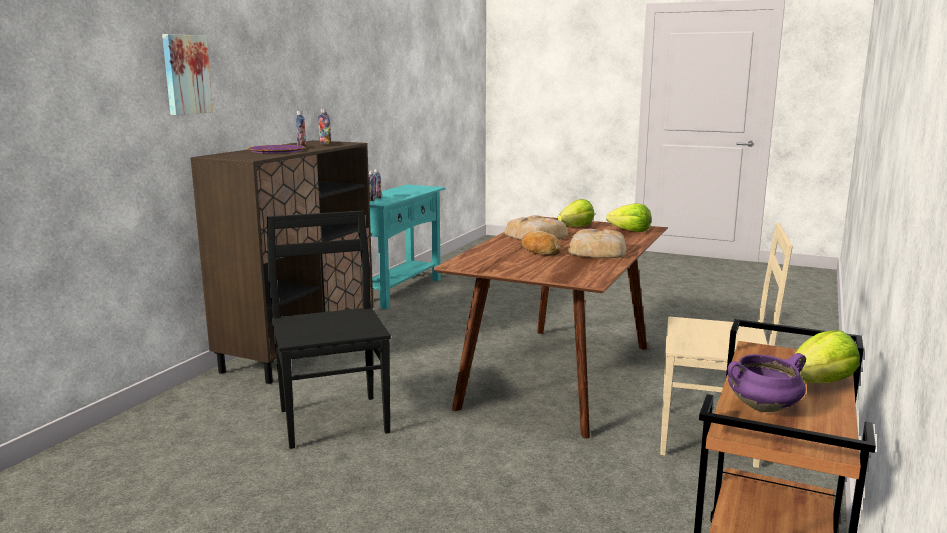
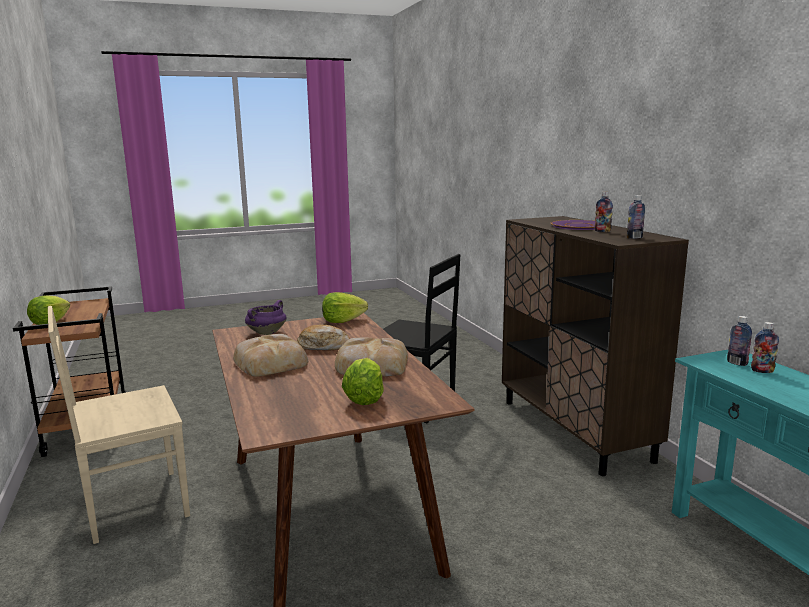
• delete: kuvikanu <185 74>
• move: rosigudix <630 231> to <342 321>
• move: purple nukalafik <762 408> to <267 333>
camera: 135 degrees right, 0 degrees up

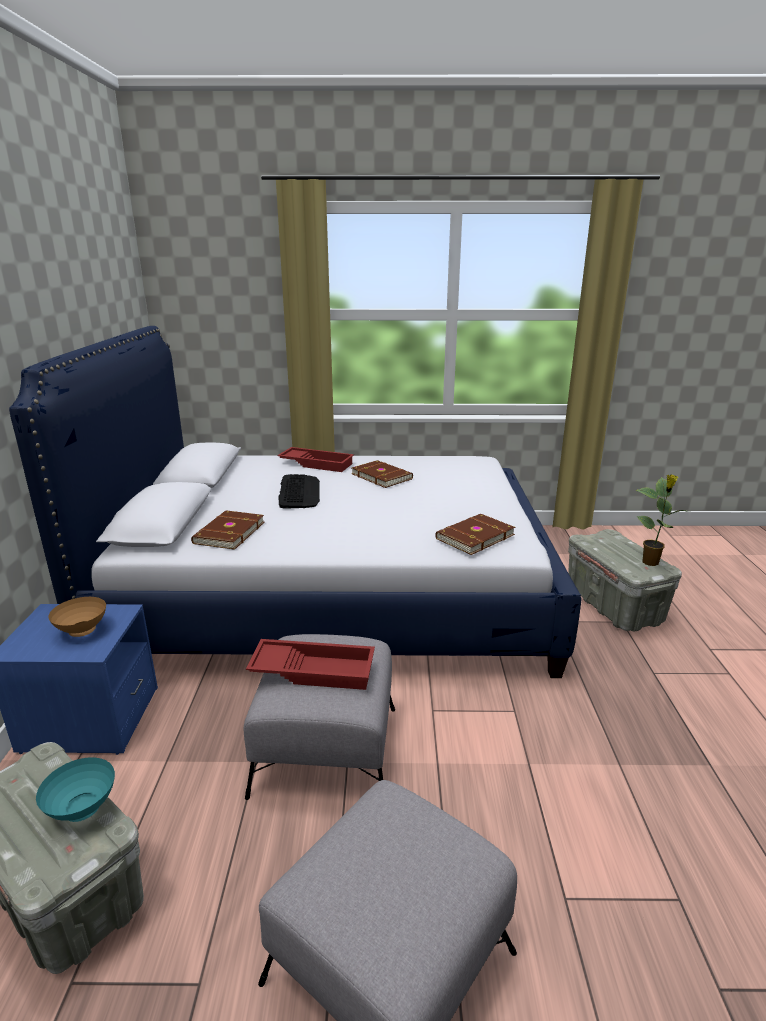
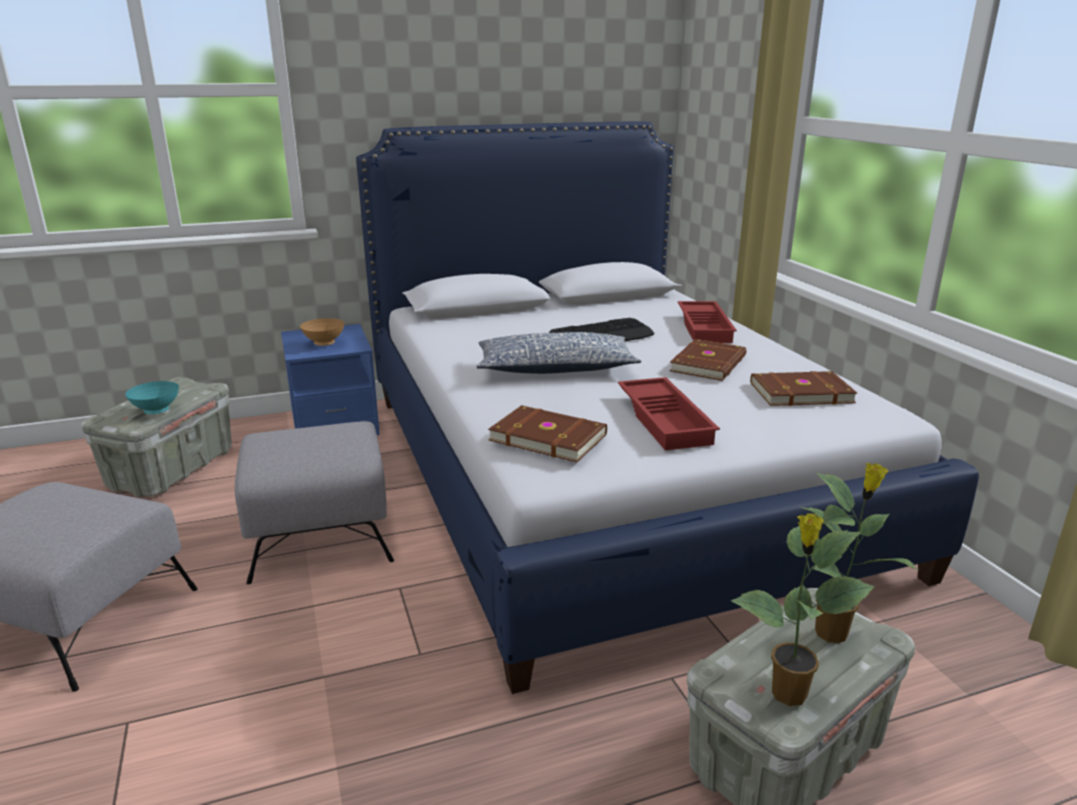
• insert: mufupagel <555 368>
• insert: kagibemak <833 633>
• move: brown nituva <228 533> to <799 392>
• move: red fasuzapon <314 669> to <666 420>
camera: 70 degrees right, 0 degrees up

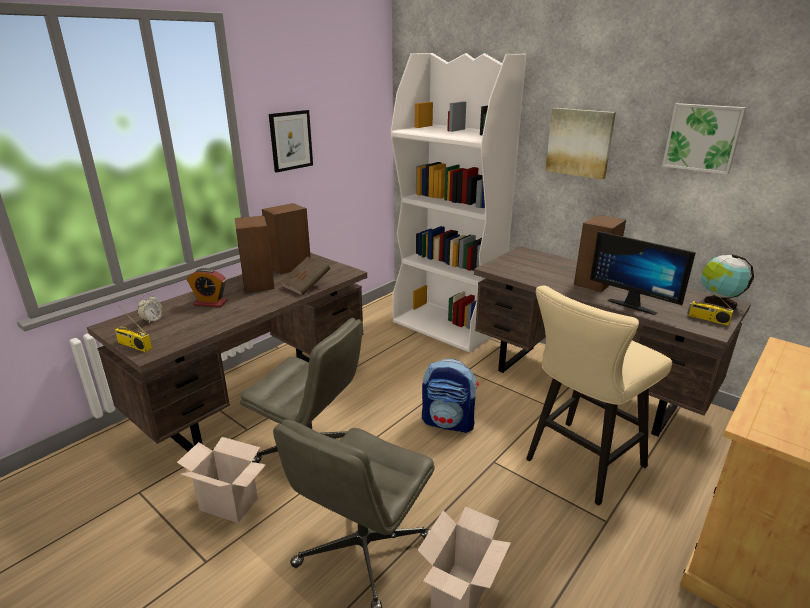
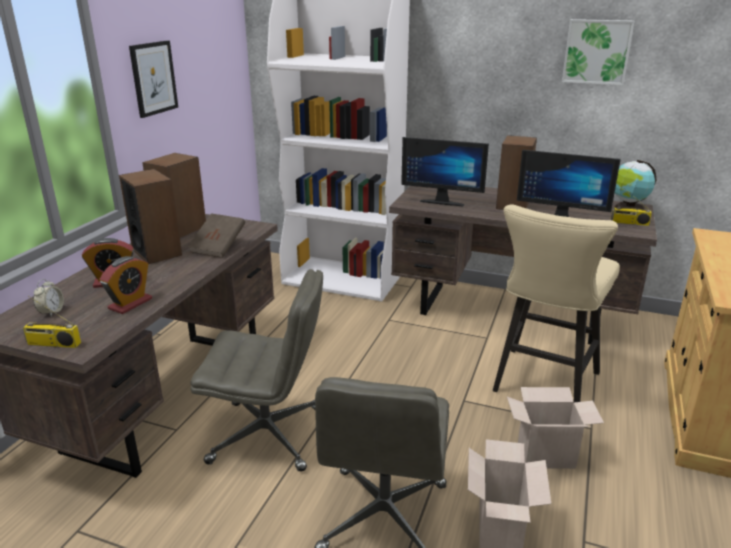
• delete: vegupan <449 422>
• delete: kuvikanu <579 142>
• insert: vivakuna <130 304>
• insert: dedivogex <442 201>
• move: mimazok <231 504> to <547 454>
camera: 20 degrees left, 0 degrees up

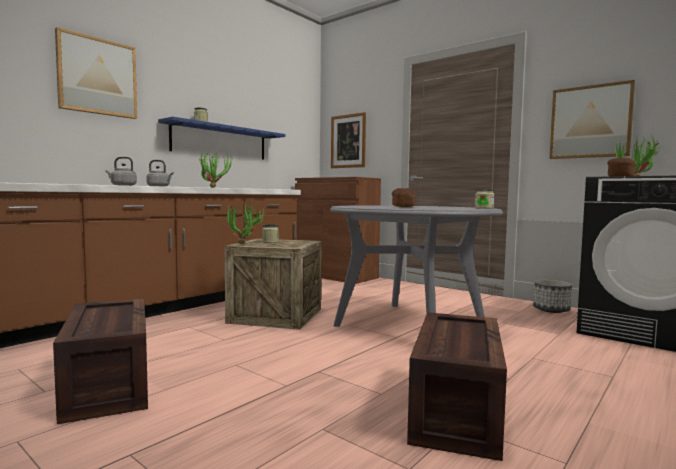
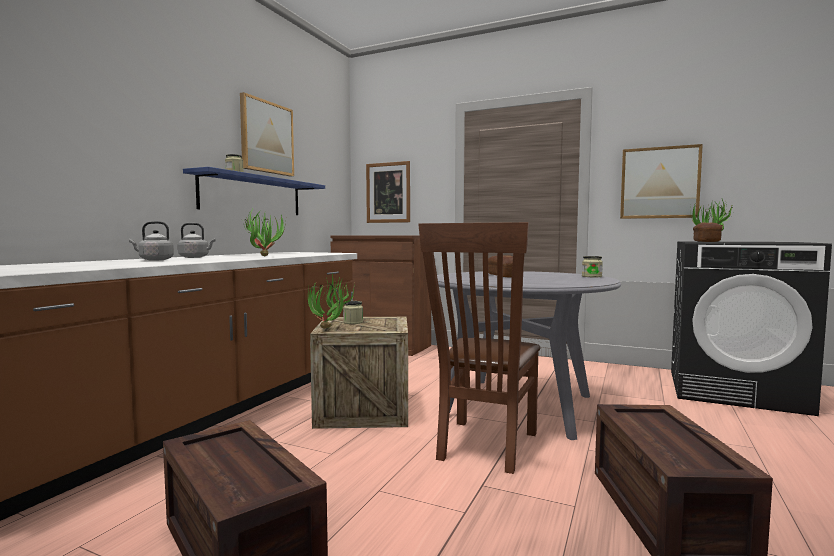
• delete: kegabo <551 310>
• insert: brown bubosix <483 448>
• move: kuvikanu <97 76> to <266 137>
camera: 15 degrees left, 0 degrees up

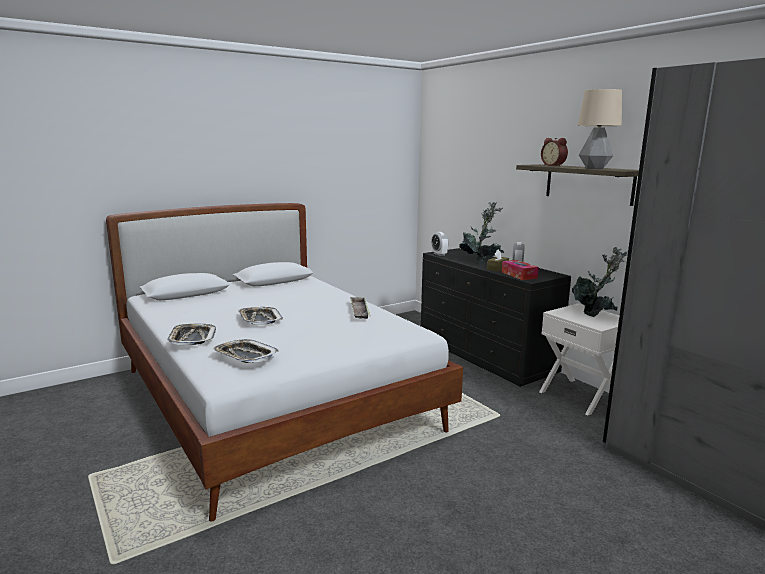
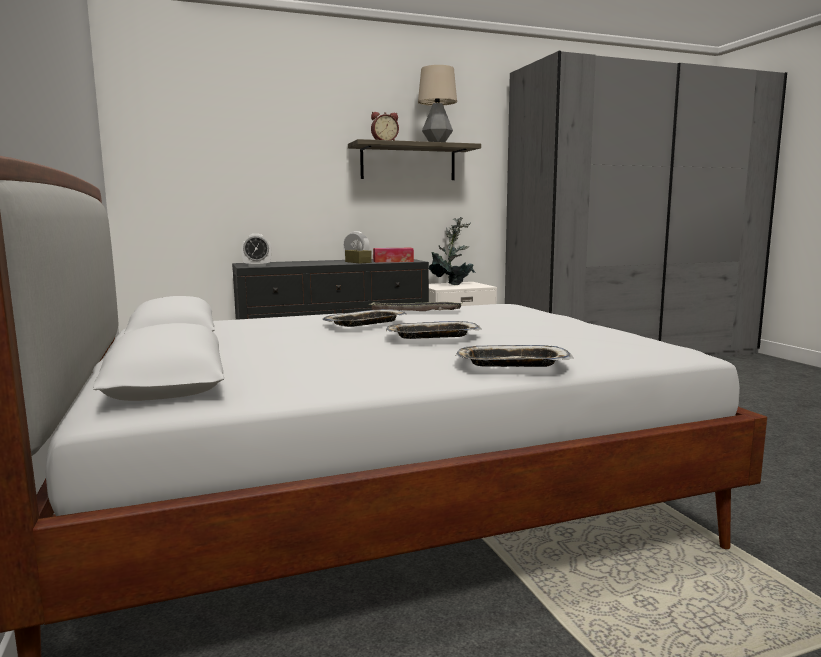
• delete: kagibemak <481 261>
• move: fasuzapon <245 356> to <365 323>
camera: 75 degrees left, 5 degrees down

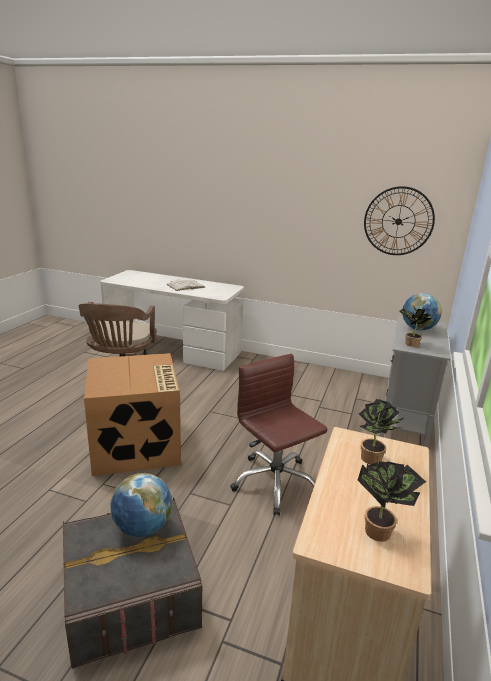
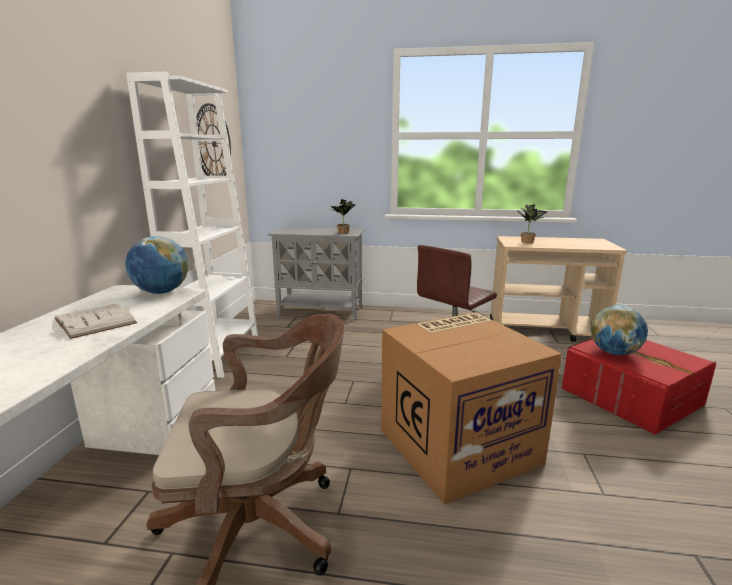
• delete: kagibemak <380 529>
• insert: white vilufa <218 355>
• move: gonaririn <418 329> to <161 292>
• recolor: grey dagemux <131 594> to red dagemux <630 397>
camera: 100 degrees left, 5 degrees down

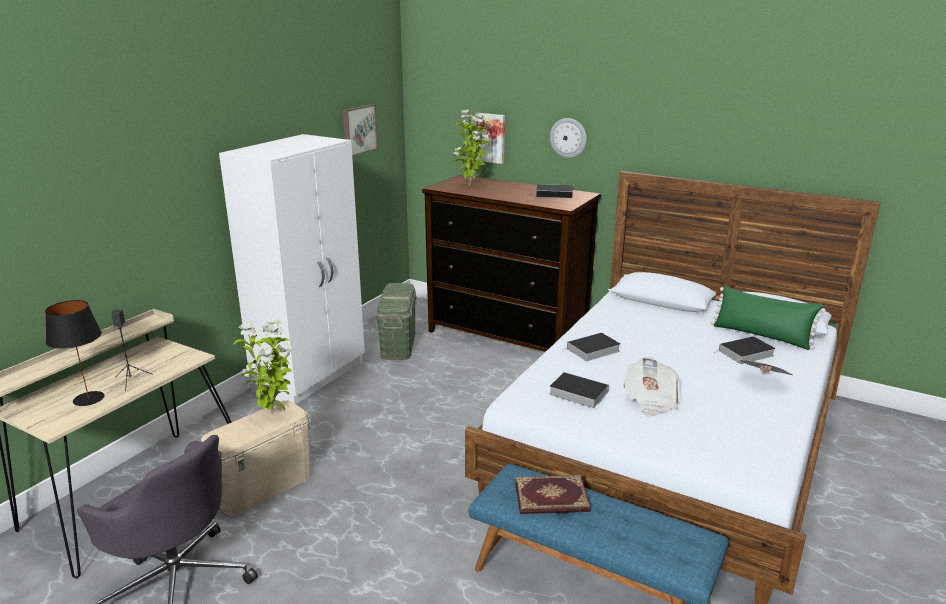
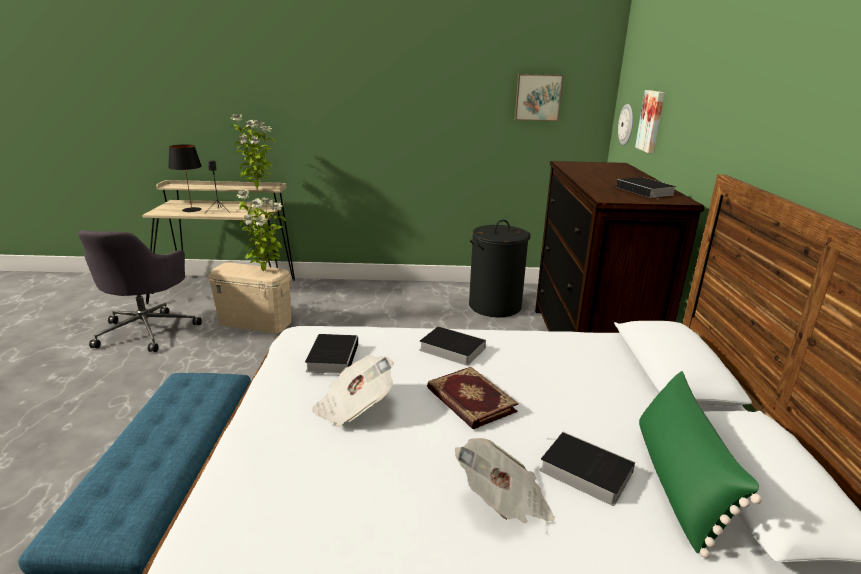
• delete: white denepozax <311 375>
• move: kagibemak <470 186> to <257 189>
• move: nituva <551 498> to <469 400>
• move: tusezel <568 137> to <626 124>
• replace: green dagemux <398 344> to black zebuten <495 306>
camera: 60 degrees right, 0 degrees up

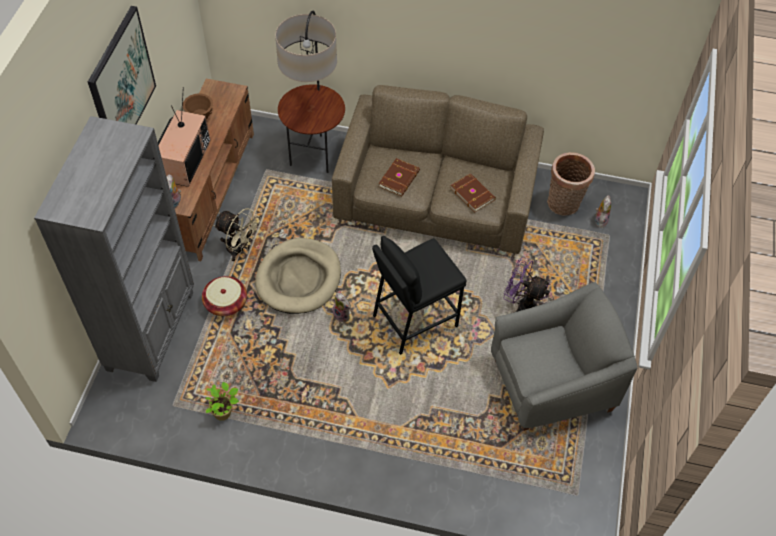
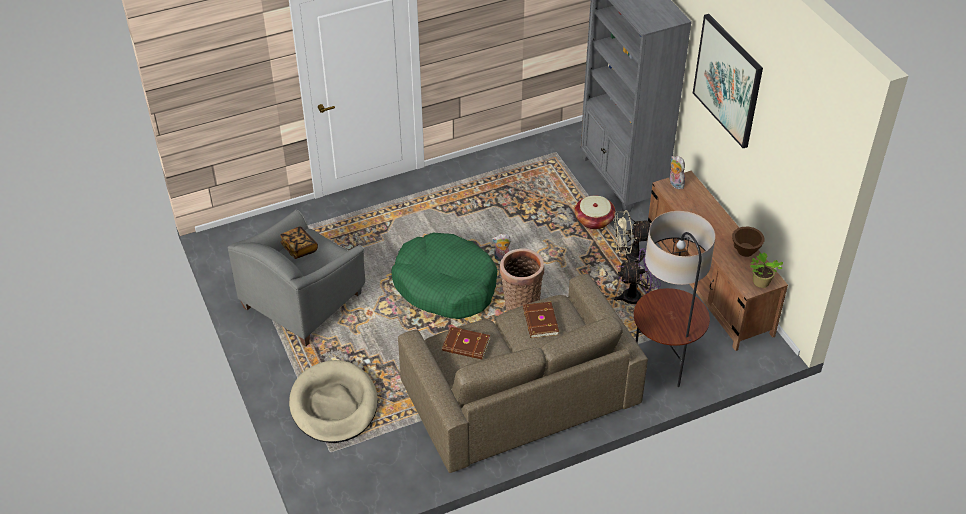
• delete: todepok <184 159>
• delete: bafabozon <600 220>
• insert: nituva <299 248>
• move: kagibemak <224 412> to <760 283>
• move: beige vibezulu <299 278> to <334 405>
• move: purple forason <521 305> to <637 297>
• move: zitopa <563 205> to <520 306>
• replace: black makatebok <414 320> to green vibezulu <445 285>
camera: 145 degrees right, 10 degrees down

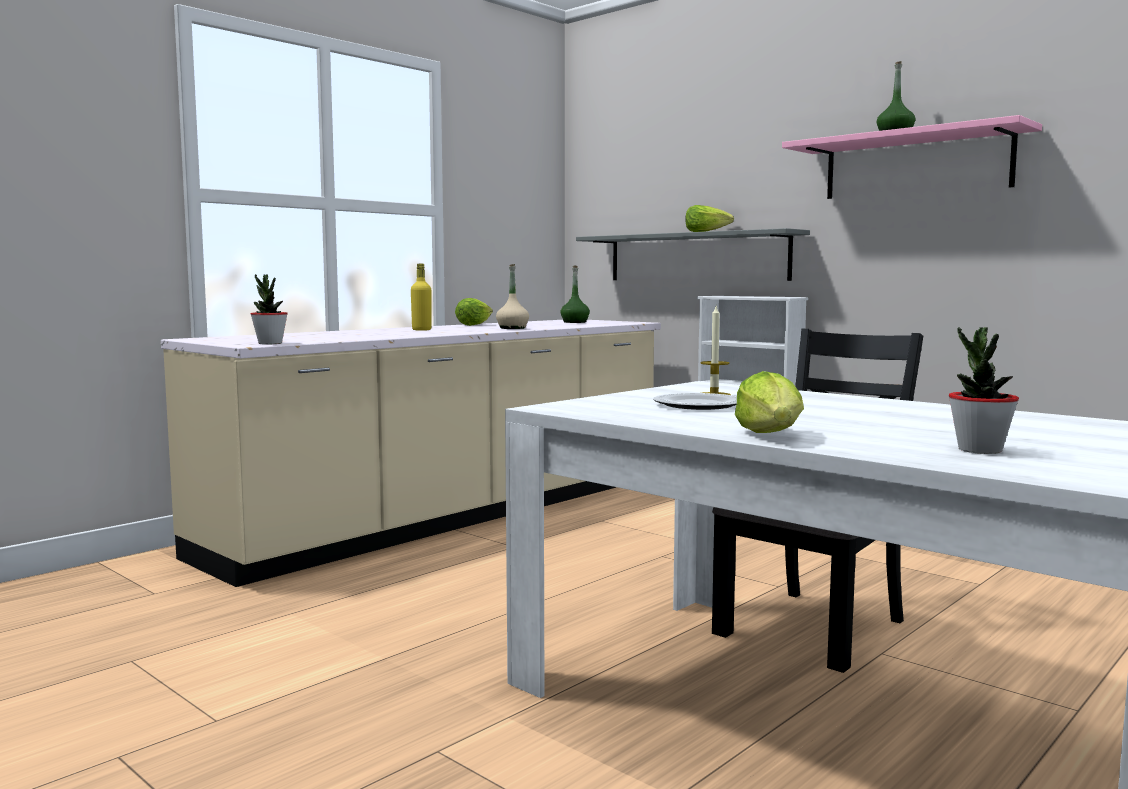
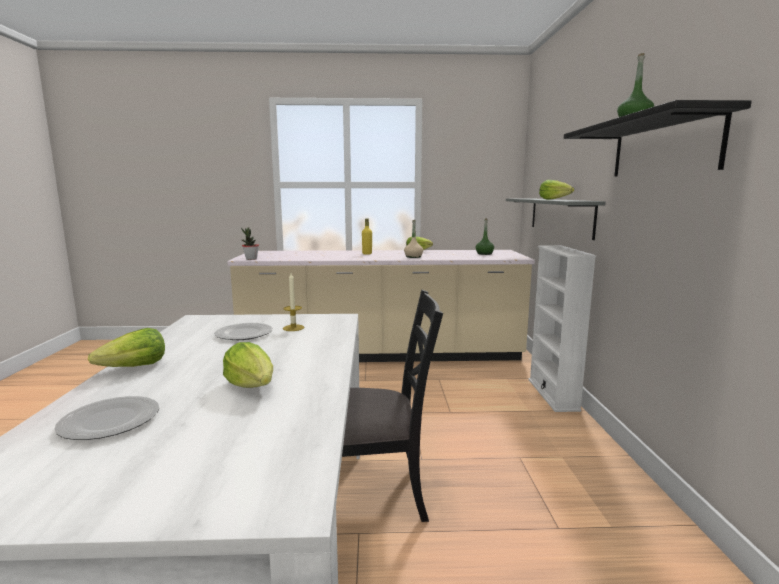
• insert: rosigudix <252 385>
• replace: kagibemak <979 450> to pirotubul <110 420>
• recolor: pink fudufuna <916 165> to black fudufuna <662 147>
camera: 45 degrees right, 5 degrees up

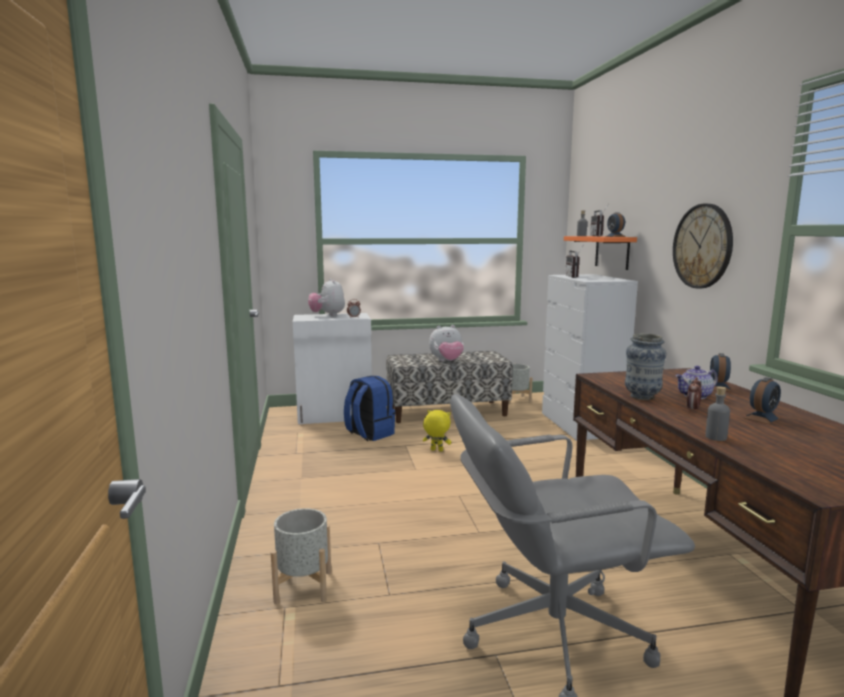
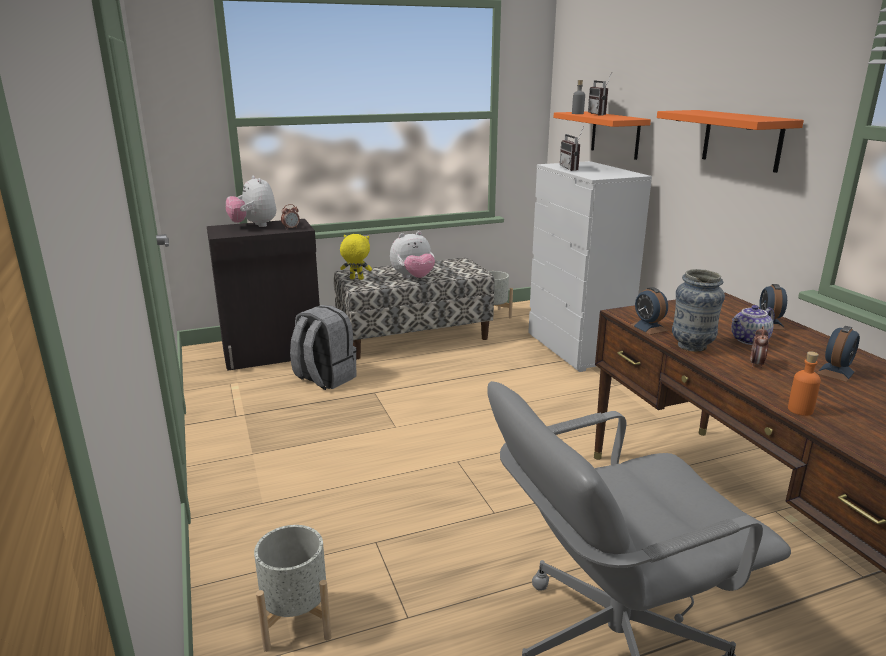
• move: yellow bafabozon <436 450> to <356 279>
• move: vivakuna <615 236> to <648 327>
• replace: tusezel <702 246> to orange fudufuna <742 140>
• recolor: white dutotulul <335 416> to black dutotulul <273 354>
• recolor: blue vegupan <369 434> to grey vegupan <324 378>
• recolor: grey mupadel <715 437> to orange mupadel <800 410>
camera: 10 degrees left, 10 degrees up

